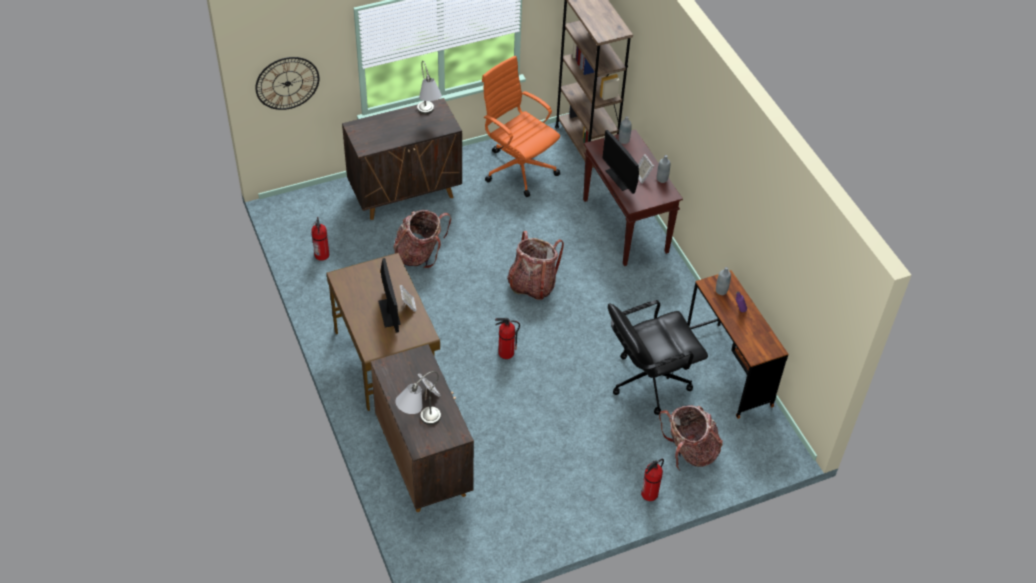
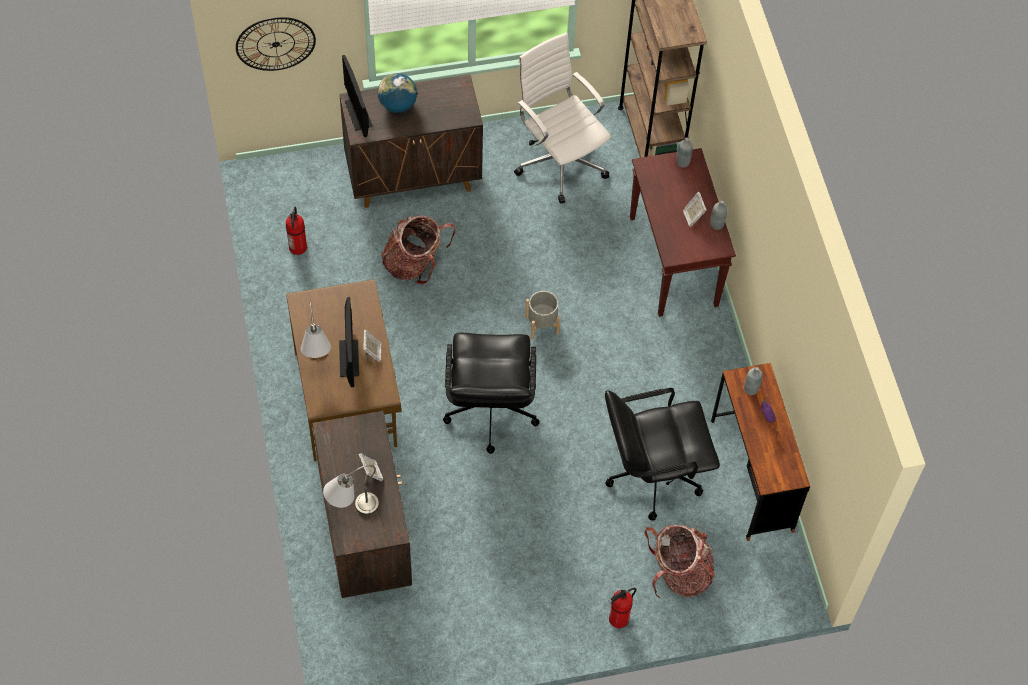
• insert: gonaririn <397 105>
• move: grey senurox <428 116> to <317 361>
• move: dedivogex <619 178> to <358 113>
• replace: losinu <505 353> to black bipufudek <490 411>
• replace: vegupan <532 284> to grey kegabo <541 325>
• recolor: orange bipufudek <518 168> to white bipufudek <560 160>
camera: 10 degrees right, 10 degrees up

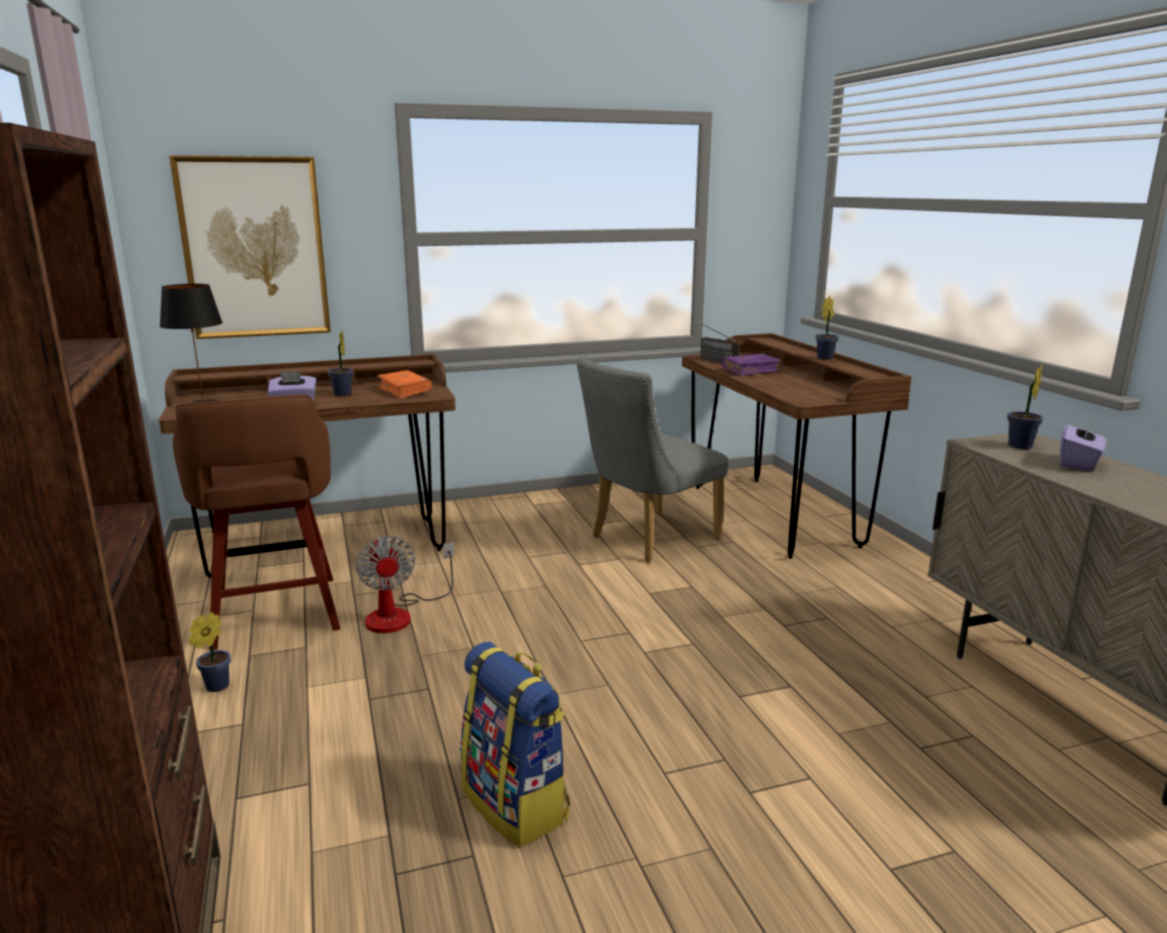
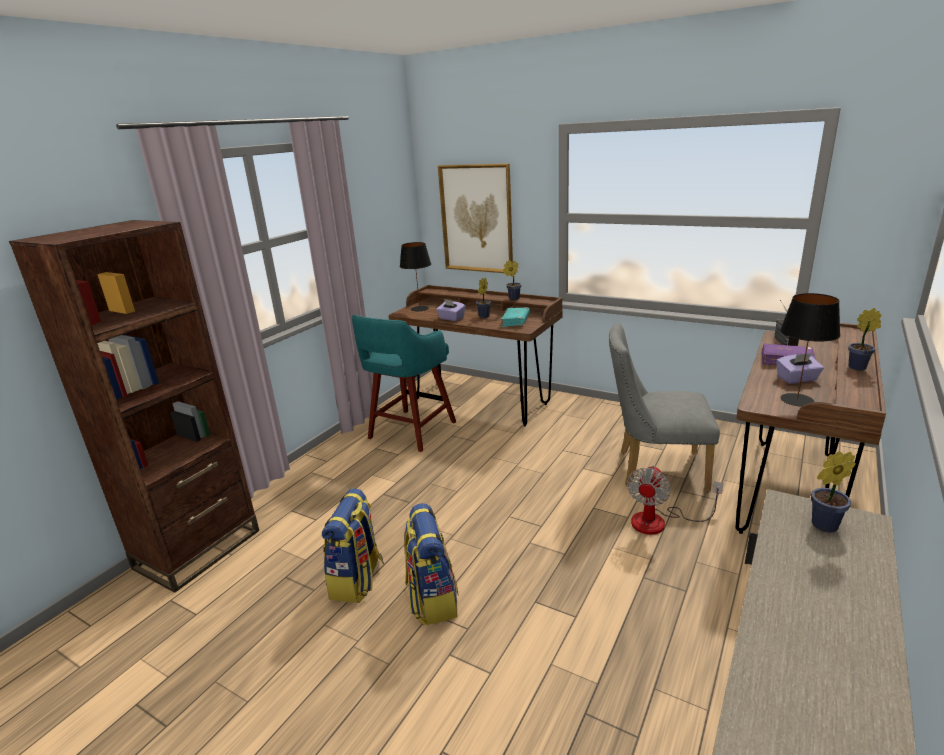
• insert: vegupan <432 599>
• insert: black senurox <796 400>
• move: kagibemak <214 687> to <512 299>
• move: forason <400 614> to <659 521>
• move: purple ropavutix <1078 463> to <797 379>
• recolor: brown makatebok <275 614> to turquoise makatebok <410 431>
• recolor: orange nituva <405 391> to turquoise nituva <515 322>
camera: 50 degrees right, 5 degrees up

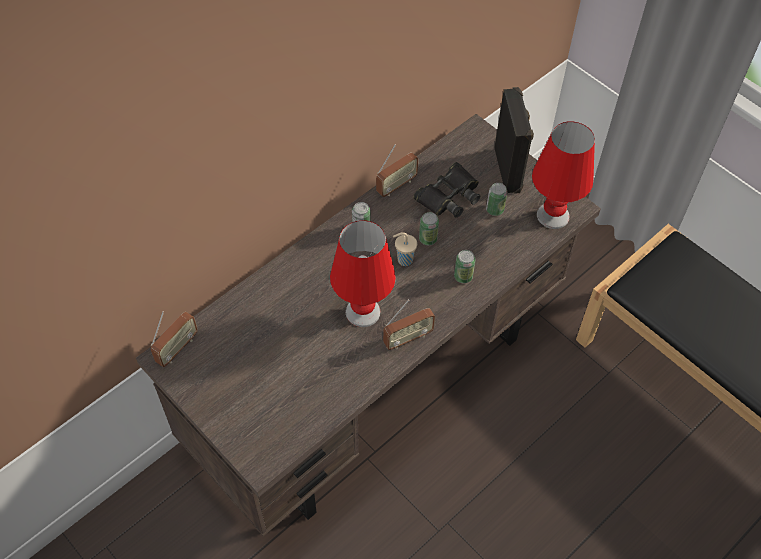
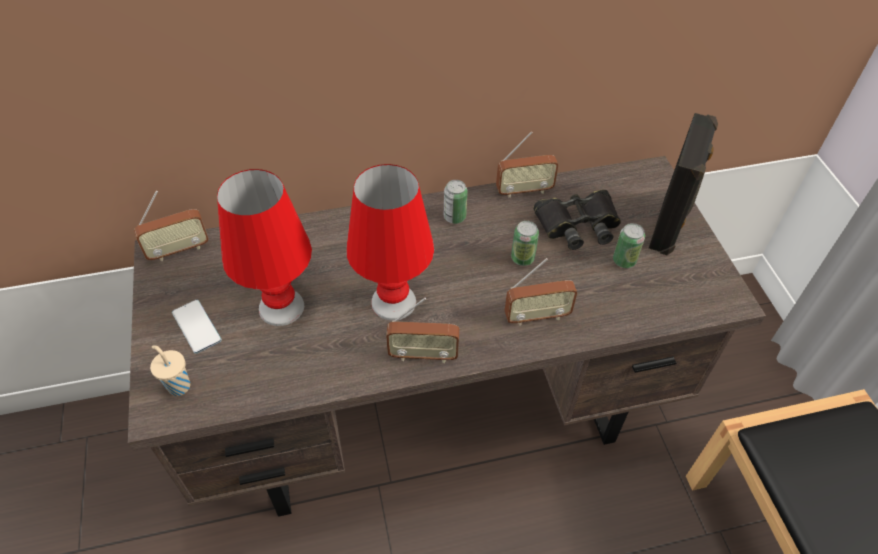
• insert: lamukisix <196 326>
• move: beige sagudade <404 260> to <178 385>
• move: red senurox <553 215> to <281 307>
• replace: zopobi <463 276> to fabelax <537 316>
camera: 30 degrees right, 5 degrees down

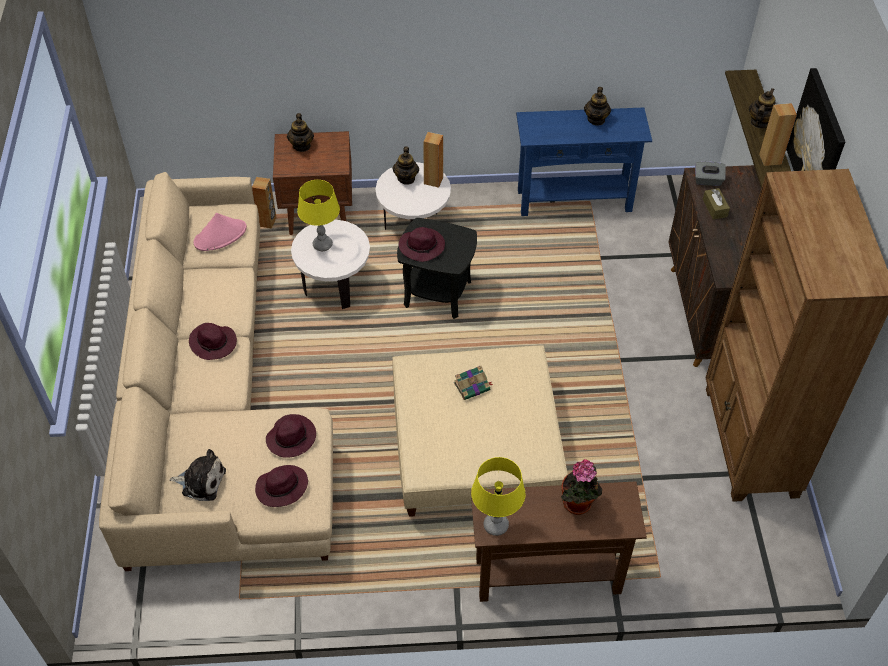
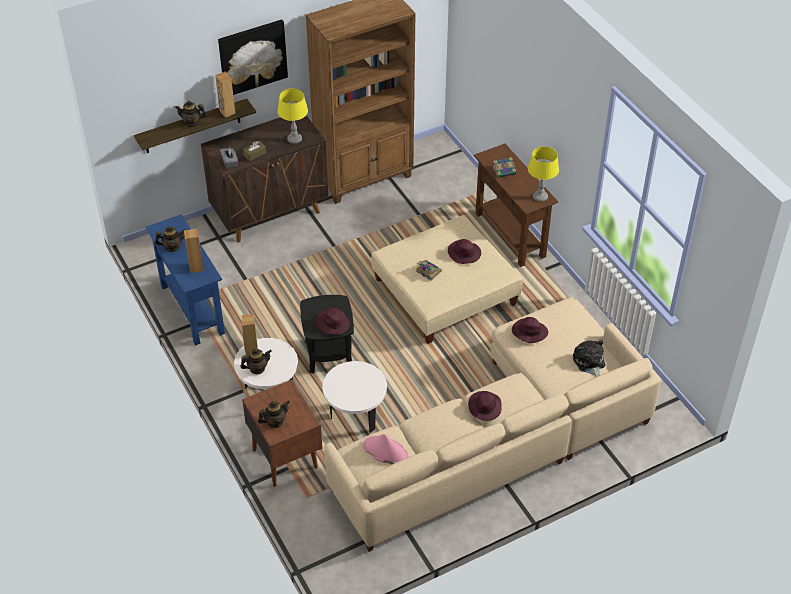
• move: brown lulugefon <267 222> to <196 267>
• move: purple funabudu <281 488> to <464 254>
• move: yellow senurox <322 245> to <294 139>
• replace: kagibemak <578 505> to nituva <504 171>
camera: 115 degrees left, 5 degrees down

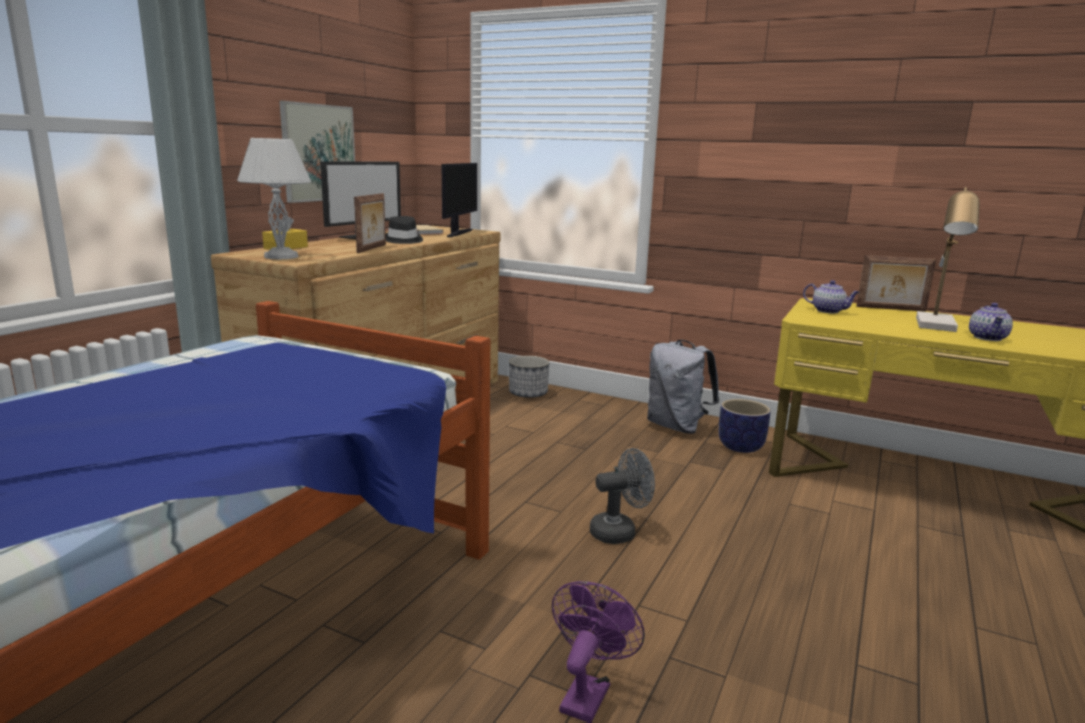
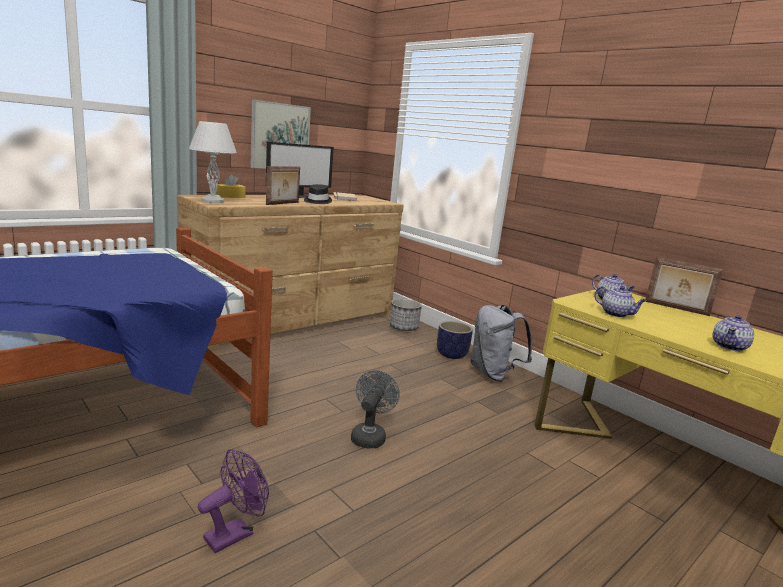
• delete: dedivogex <458 233>
• delete: senurox <937 326>
• insert: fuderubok <616 314>
• move: kegabo <740 446> to <452 354>
• rotate: grey forason <619 531> = <369 436> 75 degrees counterclockwise
camera: 20 degrees right, 0 degrees up

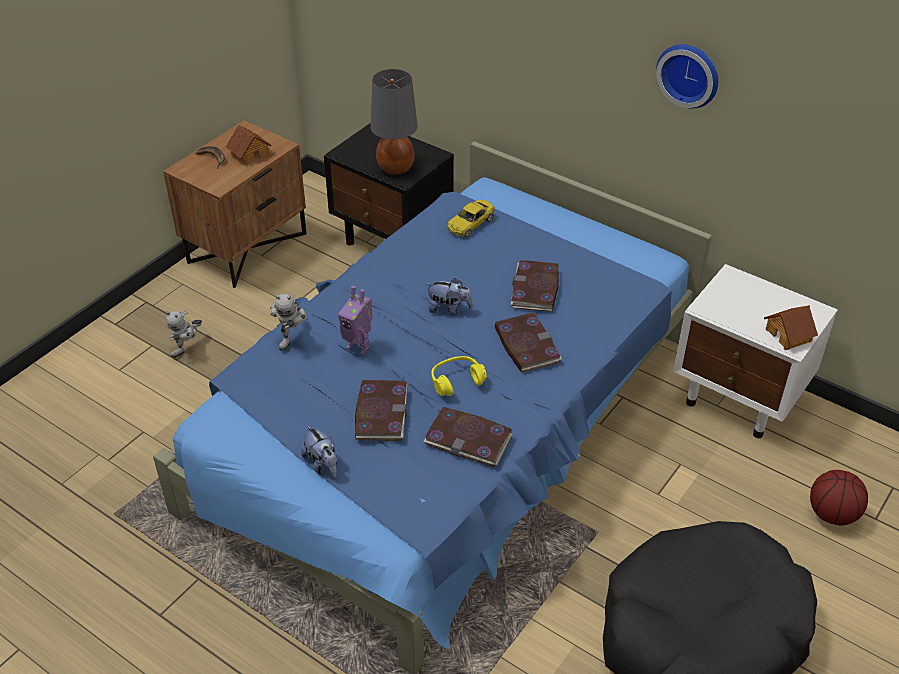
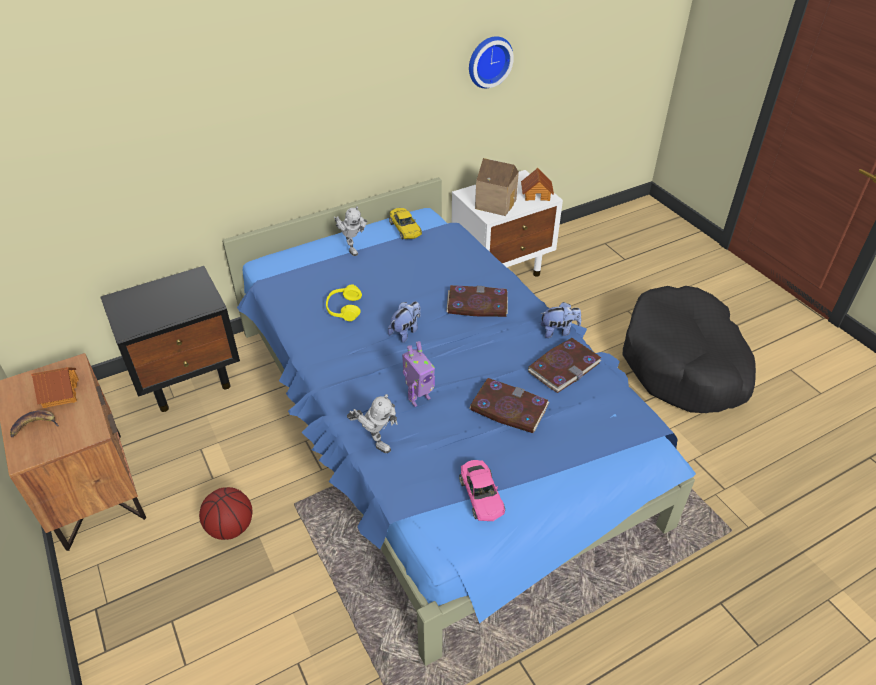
• delete: grey senurox <396 168>
• delete: nituva <535 289>
• insert: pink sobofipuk <481 495>
• insert: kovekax <496 203>
• move: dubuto <188 349> to <351 247>
• move: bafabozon <322 464> to <558 331>
• move: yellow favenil <456 381> to <344 309>
• move: yellow sobofipuk <470 224> to <405 228>
• move: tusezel <689 74> to <488 61>
• move: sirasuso <832 514> to <231 527>
camera: 65 degrees left, 0 degrees up

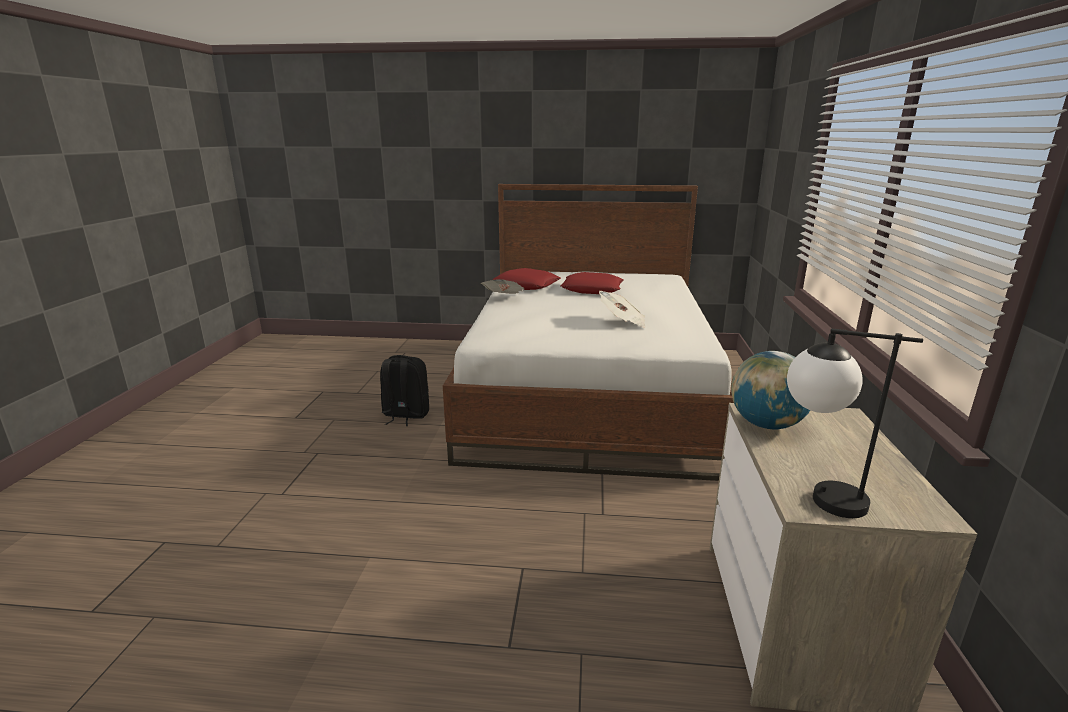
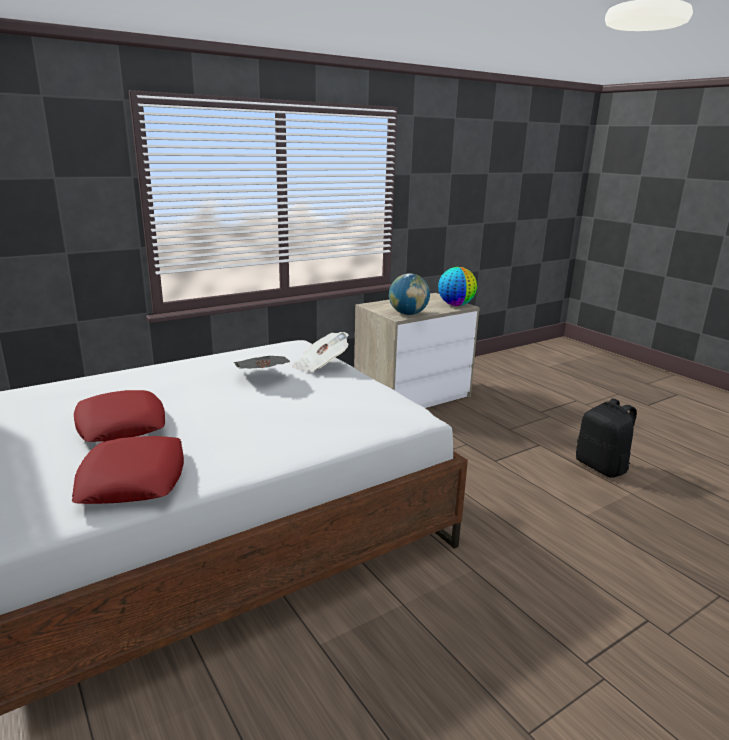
• move: black vegupan <405 415> to <602 467>
• move: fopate <504 298> to <320 366>
• replace: senurox <816 498> to gonaririn <456 305>
camera: 130 degrees left, 0 degrees up

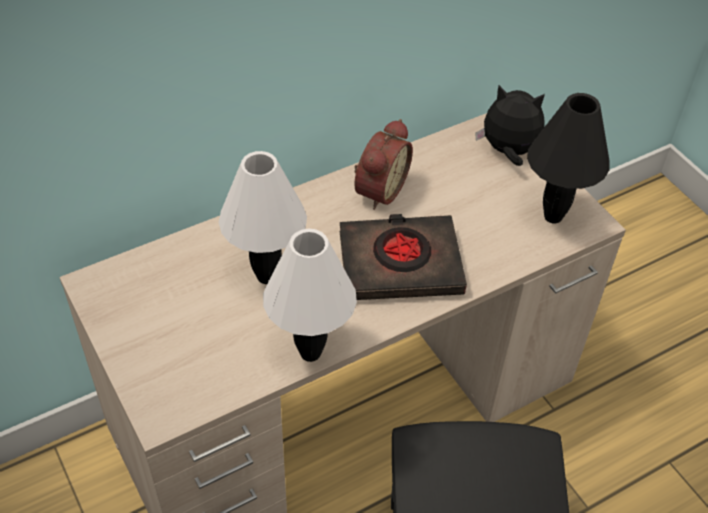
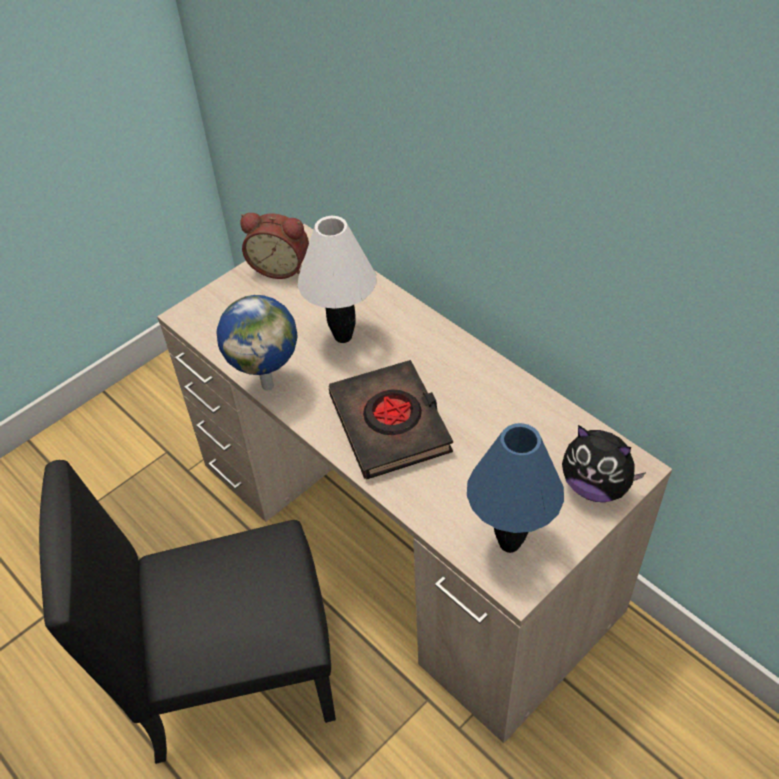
• move: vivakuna <378 190> to <280 266>
• replace: white senurox <309 352> to gonaririn <268 384>
• recolor: black senurox <554 217> to blue senurox <509 544>
• rotate: bafabozon <508 152> = <595 486> 120 degrees clockwise
camera: 80 degrees right, 0 degrees up

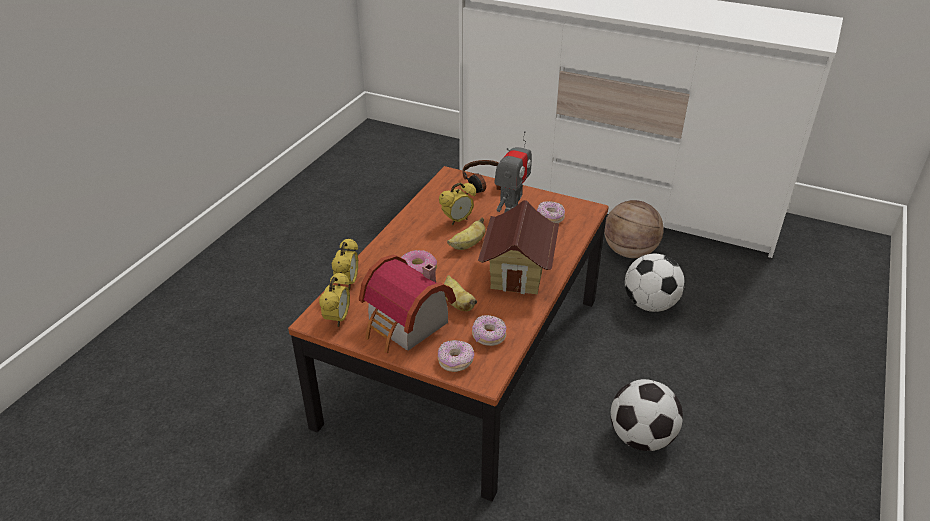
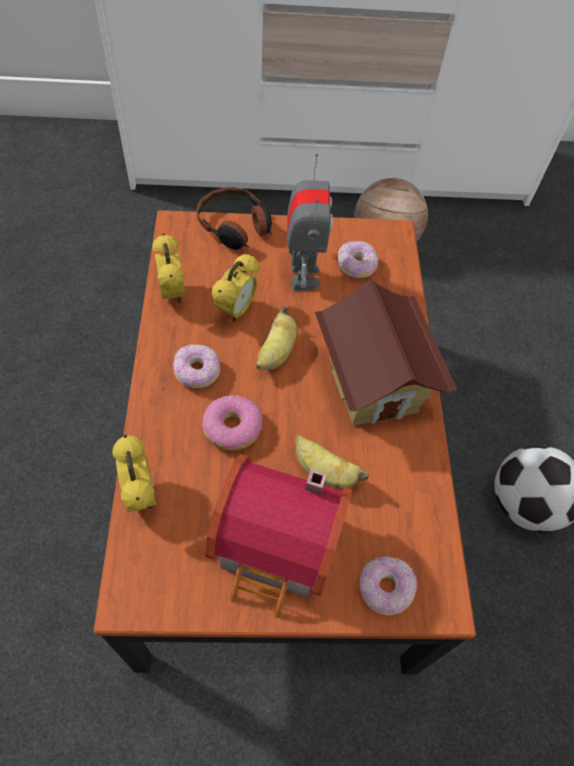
• delete: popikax <649 304>
• move: vivakuna <338 319> to <172 293>
• move: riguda <488 336> to <197 372>
camera: 30 degrees left, 20 degrees up

